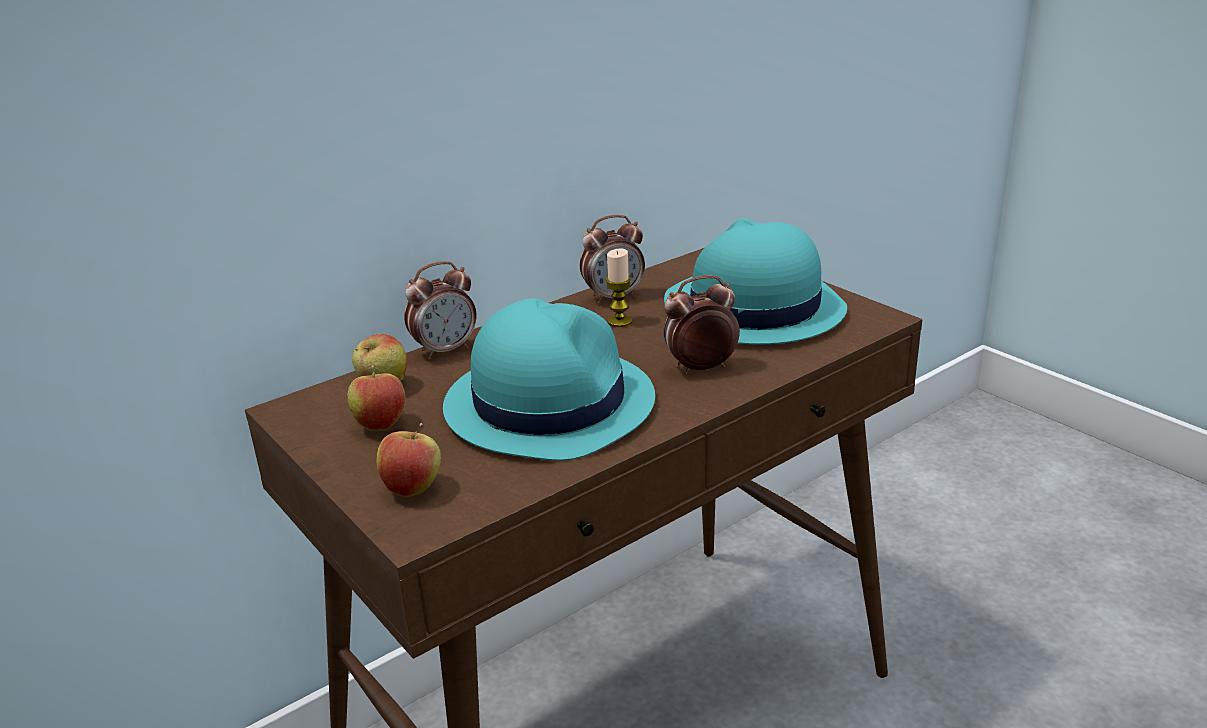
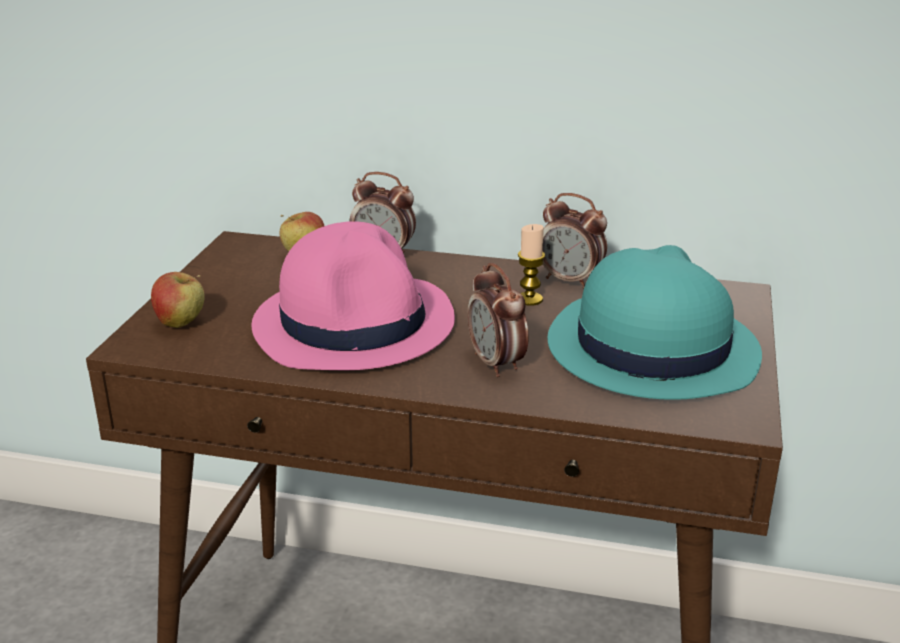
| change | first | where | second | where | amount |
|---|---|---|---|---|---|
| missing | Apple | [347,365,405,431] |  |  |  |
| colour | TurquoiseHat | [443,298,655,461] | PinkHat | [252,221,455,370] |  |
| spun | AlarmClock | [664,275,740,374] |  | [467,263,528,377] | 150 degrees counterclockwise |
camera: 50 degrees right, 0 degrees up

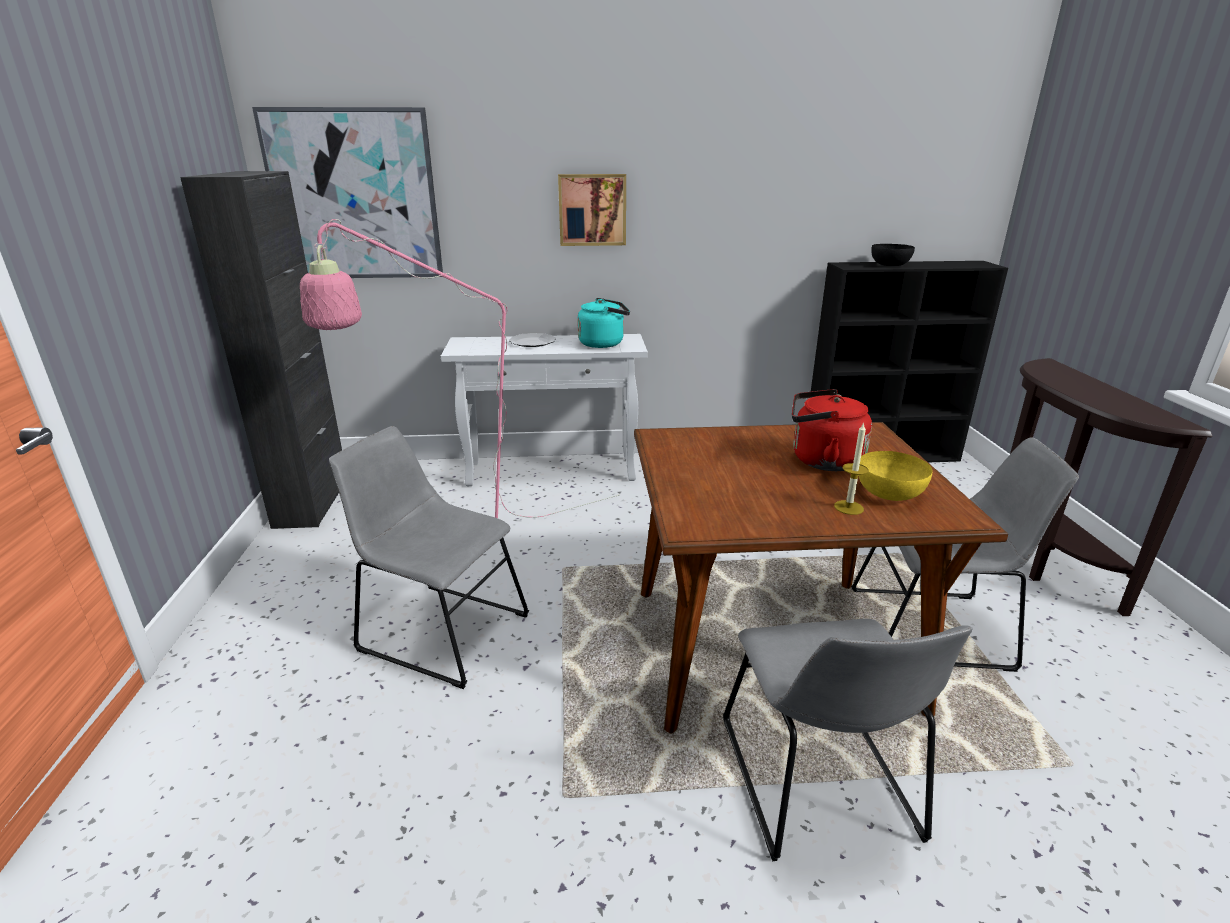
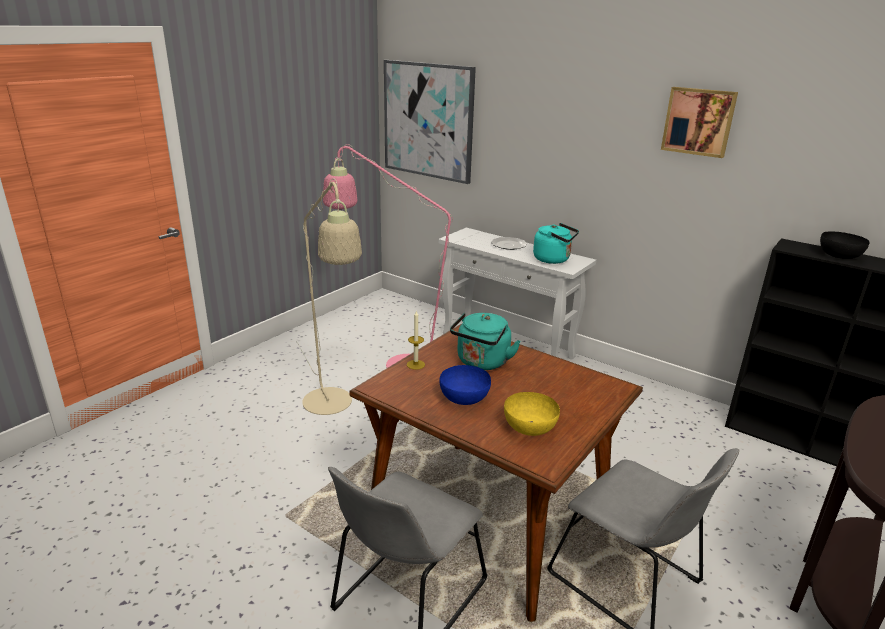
| change | first | where | second | where | amount |
|---|---|---|---|---|---|
| missing | BlackCabinet | [180,171,342,529] |  |  |  |
| exchanged | GreyChair | [329,426,529,689] | BeigeFloorLamp | [296,178,362,415] |  |
| relocated | Picture | [558,174,626,246] |  | [661,87,738,158] |  |
| missing | RedKettle | [792,389,872,471] |  |  |  |
| relocated | Candle | [834,422,869,515] |  | [407,311,425,370] |  |
| appeared |  |  | BlueBowl | [439,365,491,405] |  |
| appeared |  |  | TurquoiseKettle | [450,313,521,370] |  |
camera: 40 degrees right, 0 degrees up

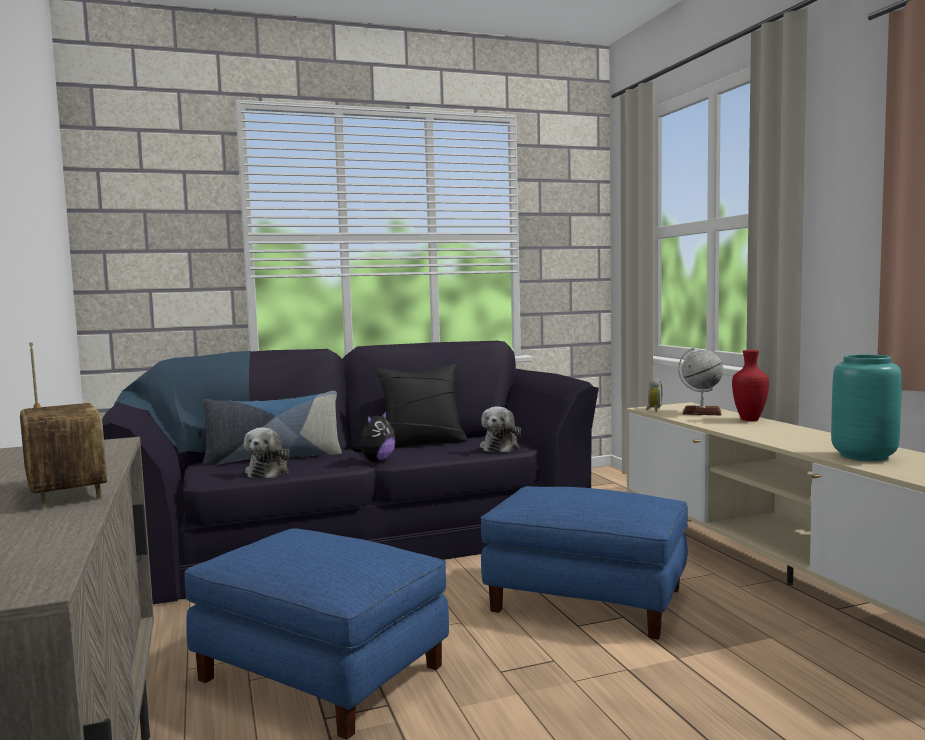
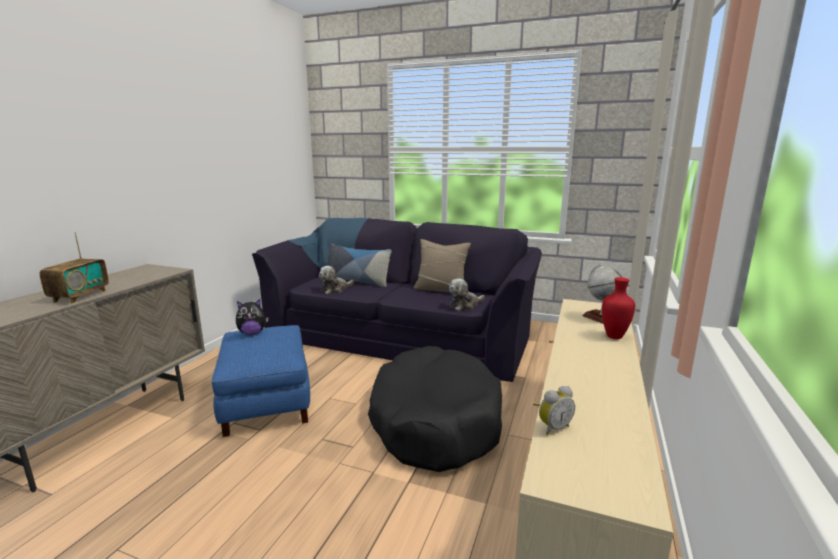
| change | first | where | second | where | amount |
|---|---|---|---|---|---|
| relocated | PlushToy | [351,410,396,462] |  | [236,299,269,335] |  |
| colour | BlackPillow | [376,364,468,448] | BeigePillow | [414,239,471,293] |  |
| exchanged | BlueOttoman | [481,486,688,639] | BlackDogBed | [368,346,502,472] |  |
| relocated | AlarmClock | [647,378,662,412] |  | [539,386,575,435] |  |
| missing | TurquoiseVase | [831,354,902,461] |  |  |  |
camera: 40 degrees right, 10 degrees up

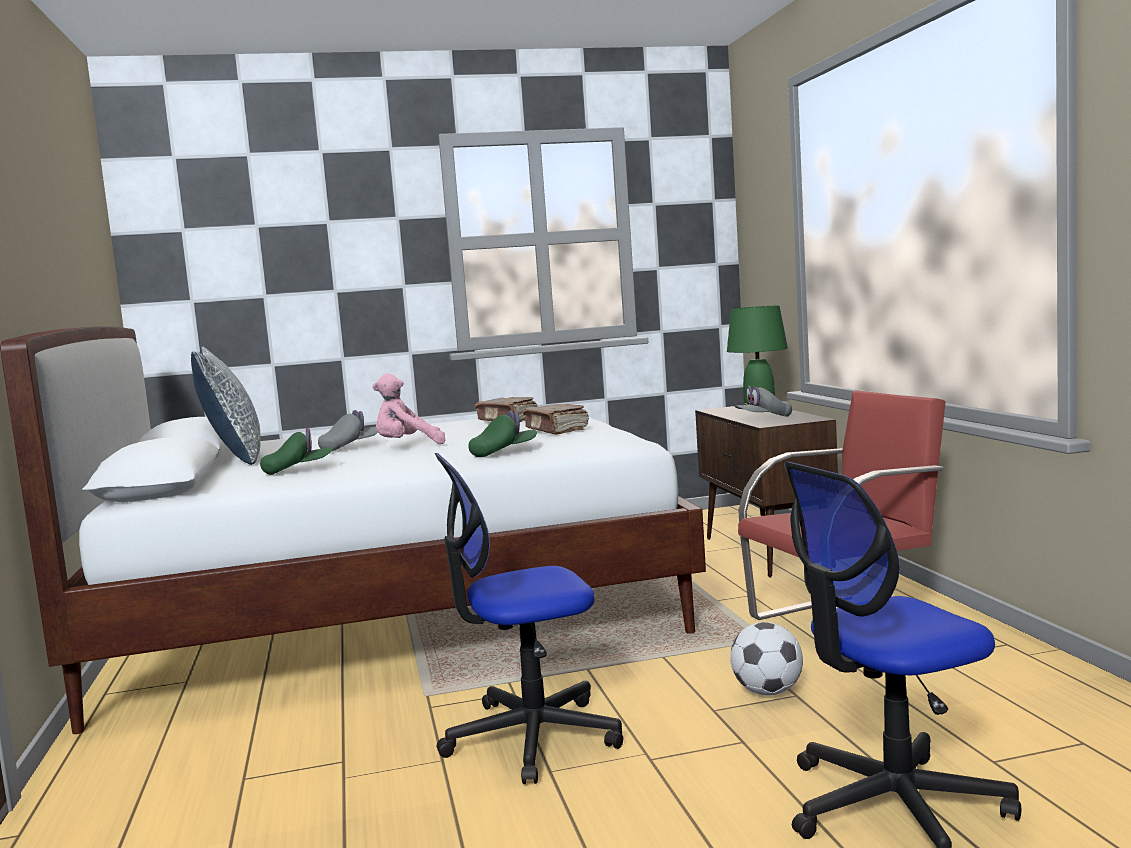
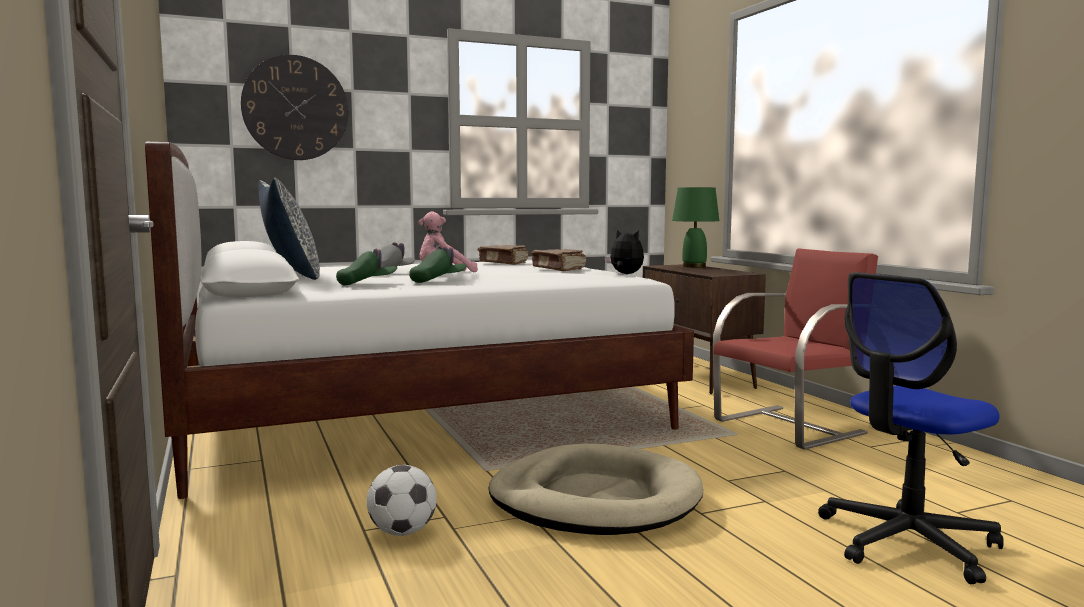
| change | first | where | second | where | amount |
|---|---|---|---|---|---|
| exchanged | OfficeChair | [435,453,623,784] | BeigeDogBed | [489,443,703,535] |  |
| relocated | GreenCap | [468,410,537,457] |  | [409,247,466,283] |  |
| relocated | Football | [730,622,803,696] |  | [367,465,437,536] |  |
| missing | GreyCap | [734,386,792,417] |  |  |  |
| appeared |  |  | WallClock | [241,55,348,160] |  |
| appeared |  |  | PlushToy | [604,229,644,274] |  |
camera: 10 degrees left, 0 degrees up

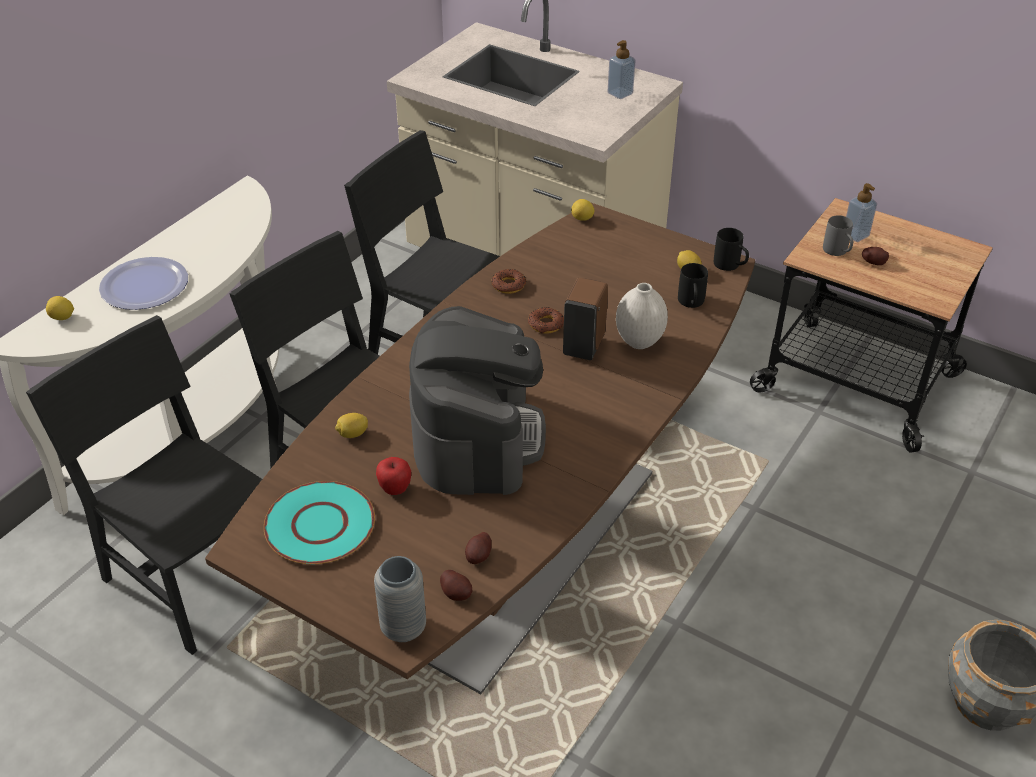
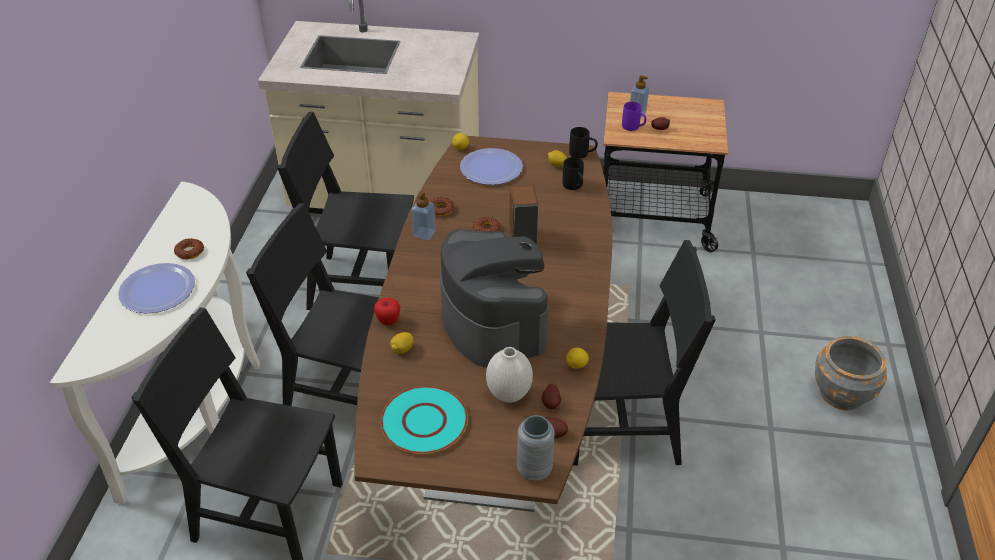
| change | first | where | second | where | amount |
|---|---|---|---|---|---|
| relocated | Lemon | [46,296,74,320] |  | [566,347,589,369] |  |
| relocated | Apple | [376,457,411,495] |  | [374,298,400,325] |  |
| relocated | SoapDispenser | [608,40,635,99] |  | [411,191,436,240] |  |
| relocated | WhiteVase | [616,283,668,349] |  | [486,347,533,403] |  |
| colour | GreyMug | [823,215,853,256] | PurpleMug | [622,102,646,131] |  |
| appeared |  |  | Donut | [174,238,204,260] |  |
| appeared |  |  | Plate | [460,148,523,185] |  |
| appeared |  |  | BlackChair | [573,240,716,466] |  |
camera: 25 degrees left, 0 degrees up

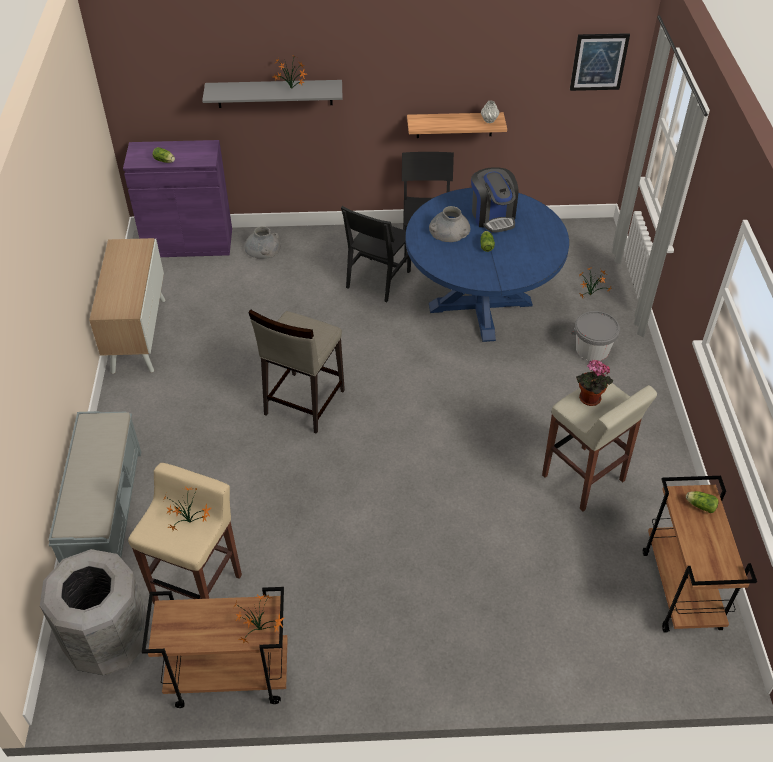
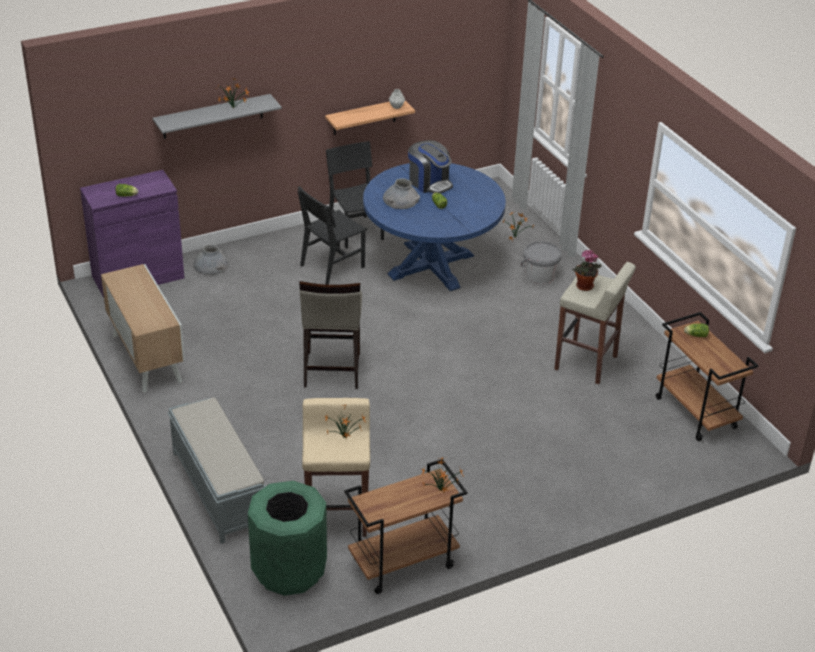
| change | first | where | second | where | amount |
|---|---|---|---|---|---|
| colour | GreyTrashCan | [40,549,149,675] | GreenTrashCan | [248,481,327,596] |  |
| spun | BlackChair | [341,206,411,302] |  | [298,186,367,285] | 45 degrees clockwise |
| missing | Picture | [570,33,630,91] |  |  |  |
camera: 25 degrees left, 10 degrees down

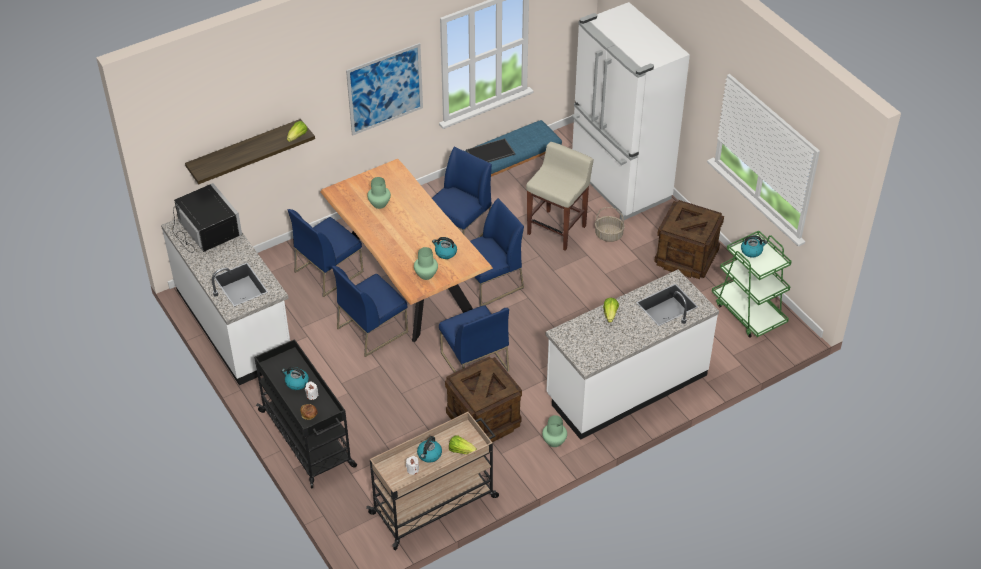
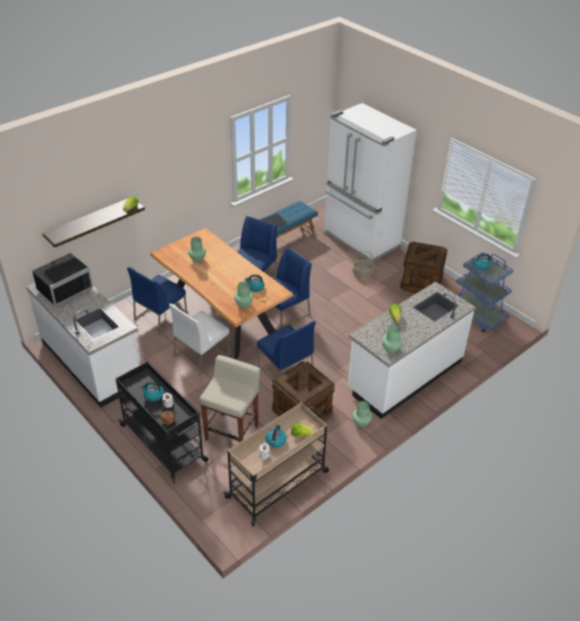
| change | first | where | second | where | amount |
|---|---|---|---|---|---|
| spun | BlackMicrowave | [173,183,242,253] |  | [32,253,93,306] | 90 degrees clockwise |
| colour | BlueChair | [332,266,408,357] | WhiteChair | [169,304,230,375] |  |
| missing | Picture | [346,43,423,136] |  |  |  |
| relocated | BeigeStool | [526,142,594,251] |  | [199,355,260,442] |  |
| colour | GreenCart | [712,231,792,338] | BlueCart | [456,252,513,332] |  |
| appeared |  |  | GreenVase | [382,325,403,353] |  |
camera: 10 degrees left, 5 degrees down

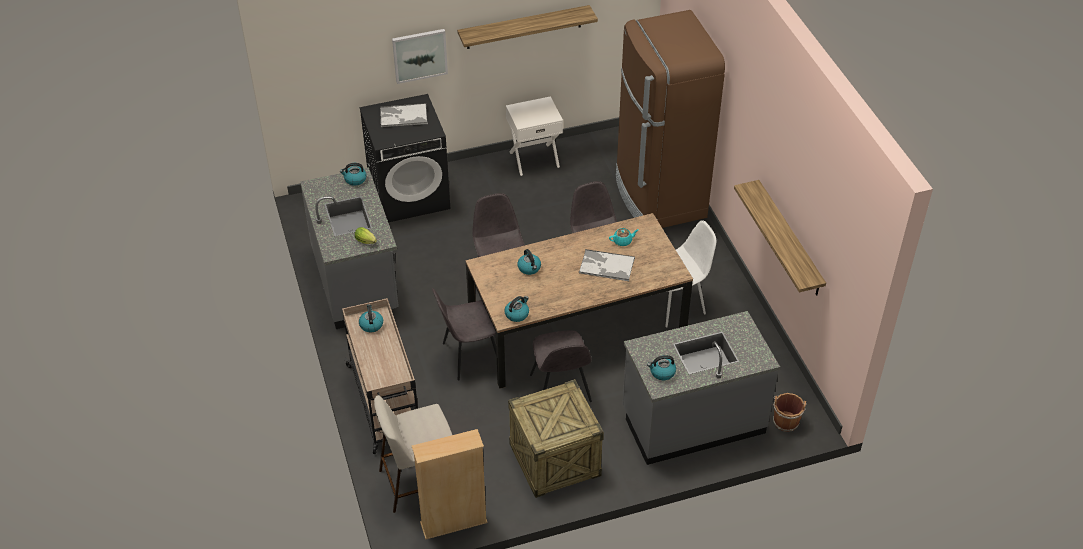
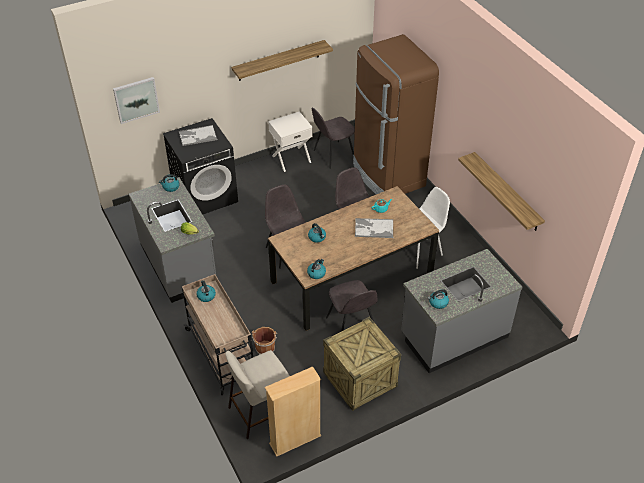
| change | first | where | second | where | amount |
|---|---|---|---|---|---|
| relocated | Picture | [392,29,448,84] |  | [113,77,160,124] |  |
| relocated | GreyChair | [432,288,497,380] |  | [312,108,355,169] |  |
| relocated | BrownBucket | [773,393,807,432] |  | [252,327,277,355] |  |
camera: 10 degrees left, 0 degrees up

